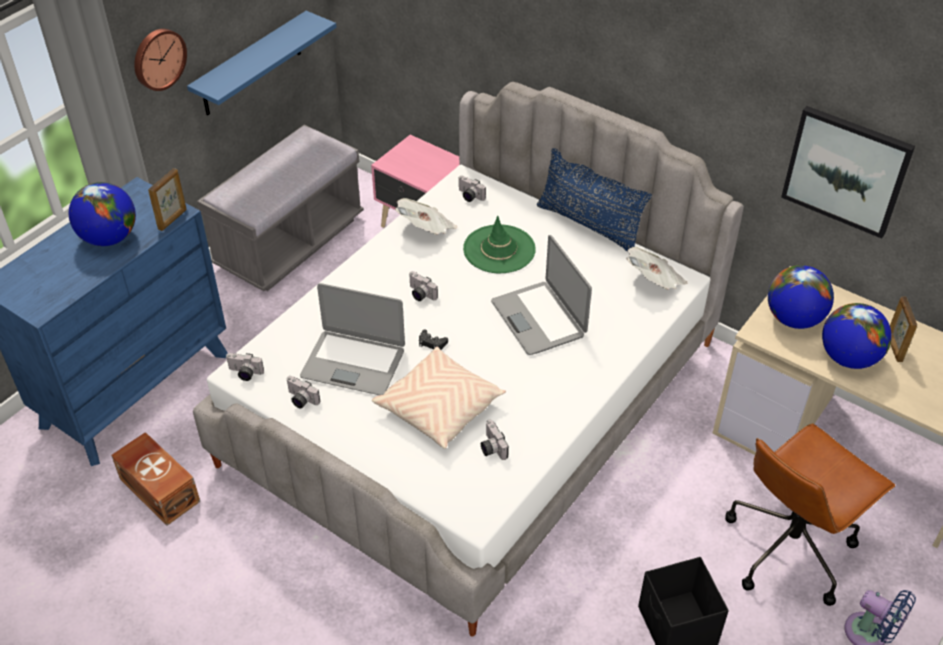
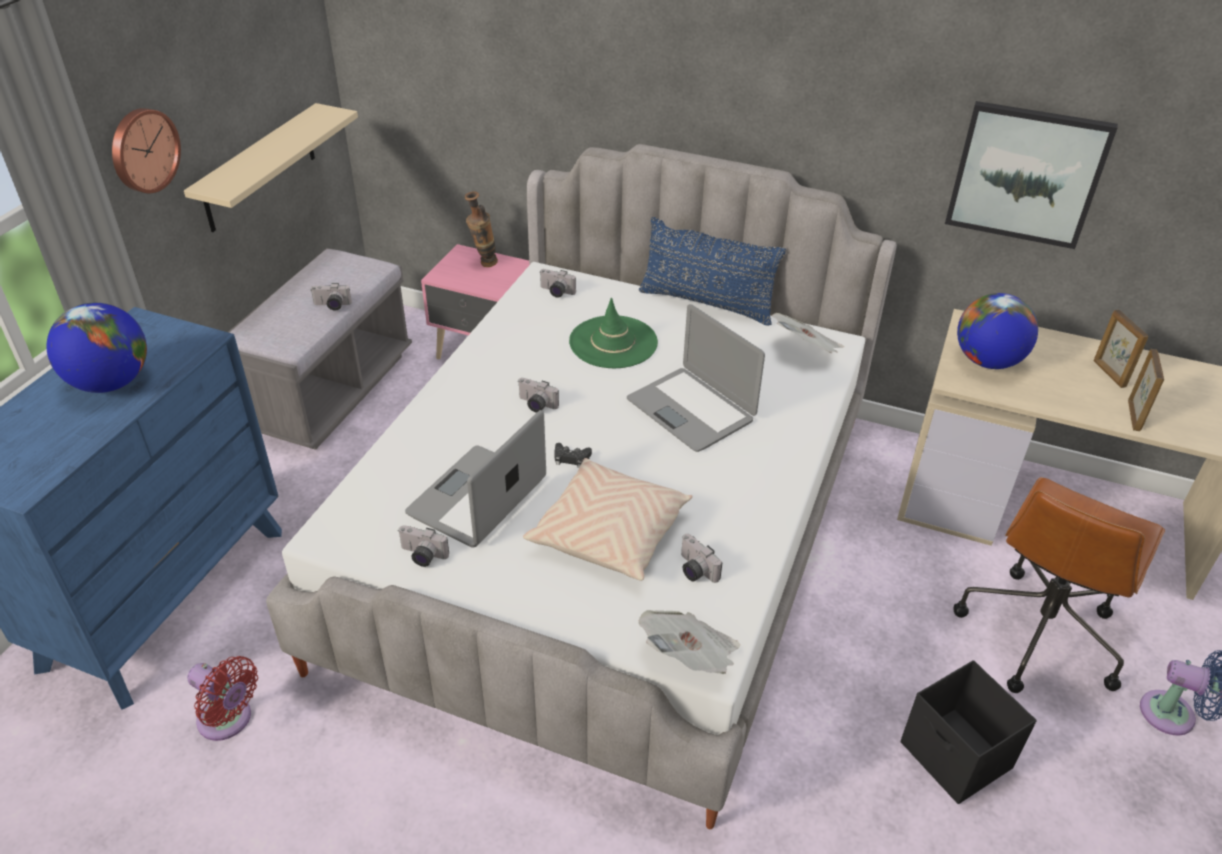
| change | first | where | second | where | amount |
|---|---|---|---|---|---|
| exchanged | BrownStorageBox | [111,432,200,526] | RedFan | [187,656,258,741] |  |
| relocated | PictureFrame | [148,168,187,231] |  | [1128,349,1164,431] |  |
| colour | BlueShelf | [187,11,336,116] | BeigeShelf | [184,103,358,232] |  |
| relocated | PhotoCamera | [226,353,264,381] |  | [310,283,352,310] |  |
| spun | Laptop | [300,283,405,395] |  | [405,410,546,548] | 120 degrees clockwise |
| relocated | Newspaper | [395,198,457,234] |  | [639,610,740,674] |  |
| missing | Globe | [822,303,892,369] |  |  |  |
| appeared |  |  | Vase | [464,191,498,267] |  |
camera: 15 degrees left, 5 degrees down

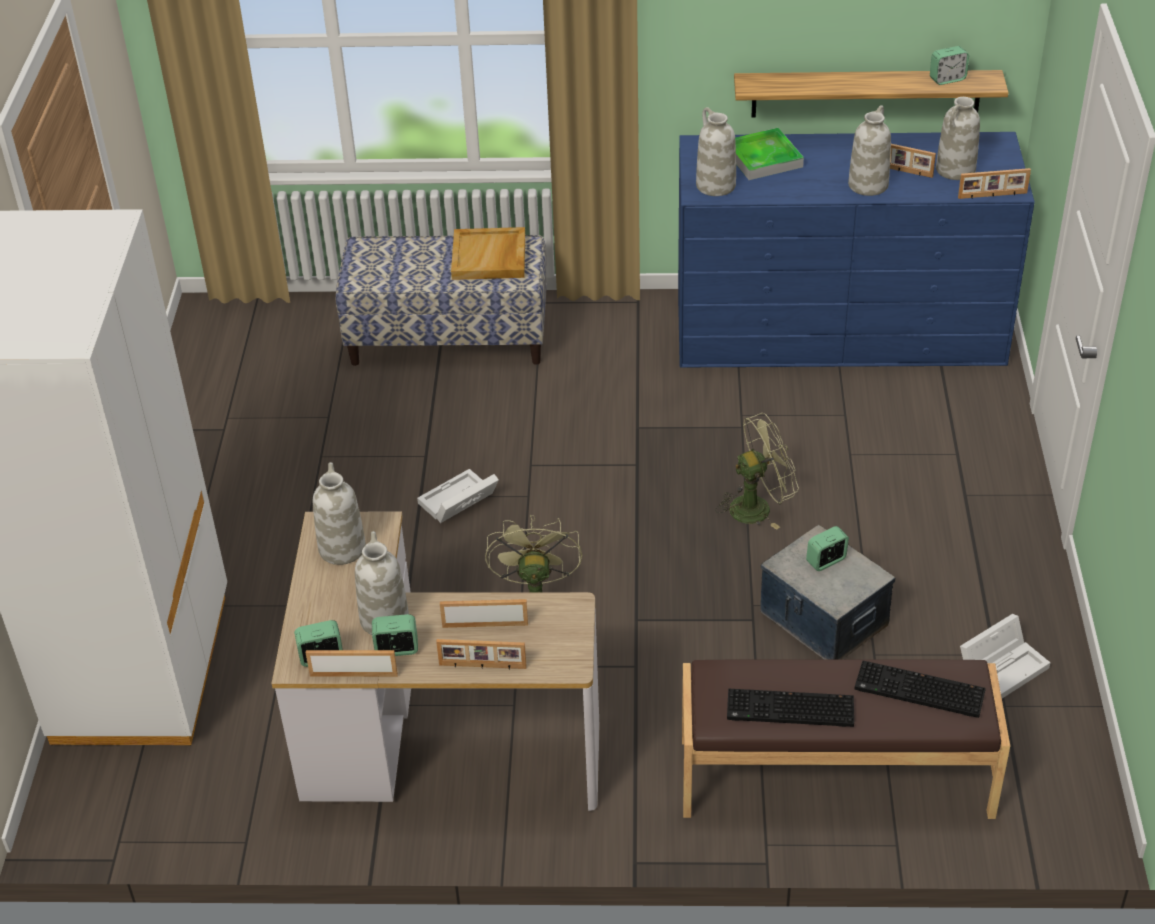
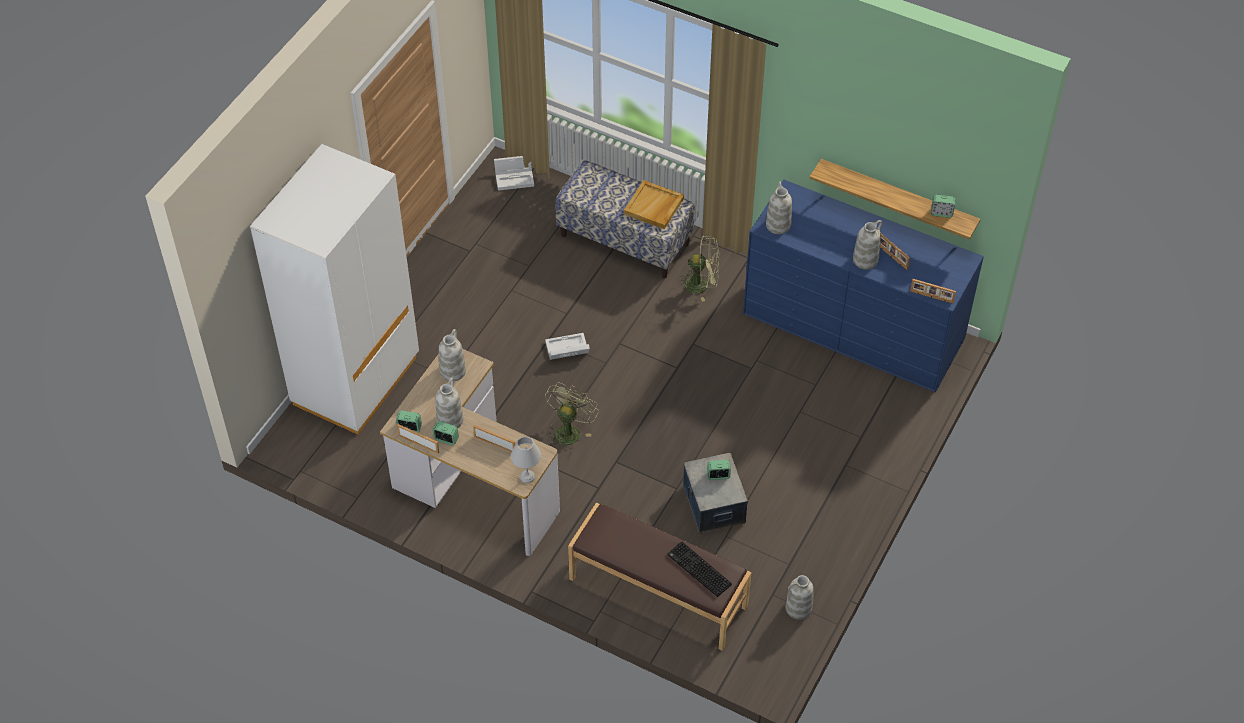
| change | first | where | second | where | amount |
|---|---|---|---|---|---|
| missing | PictureFrame | [436,639,527,670] |  |  |  |
| relocated | GreenFan | [715,413,799,530] |  | [678,235,720,302] |  |
| missing | Keyboard | [727,689,854,727] |  |  |  |
| missing | Tray | [735,128,804,180] |  |  |  |
| relocated | WhiteVase | [936,97,980,180] |  | [785,575,814,619] |  |
| relocated | WhiteStorageBox | [960,614,1050,698] |  | [494,156,534,191] |  |
| appeared |  |  | WhiteTableLamp | [511,437,541,483] |  |
camera: 25 degrees right, 10 degrees up

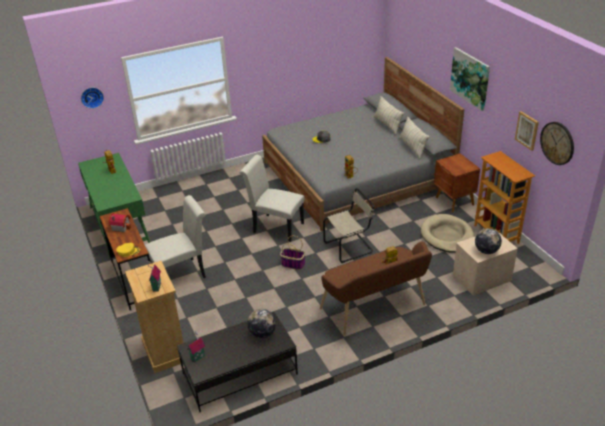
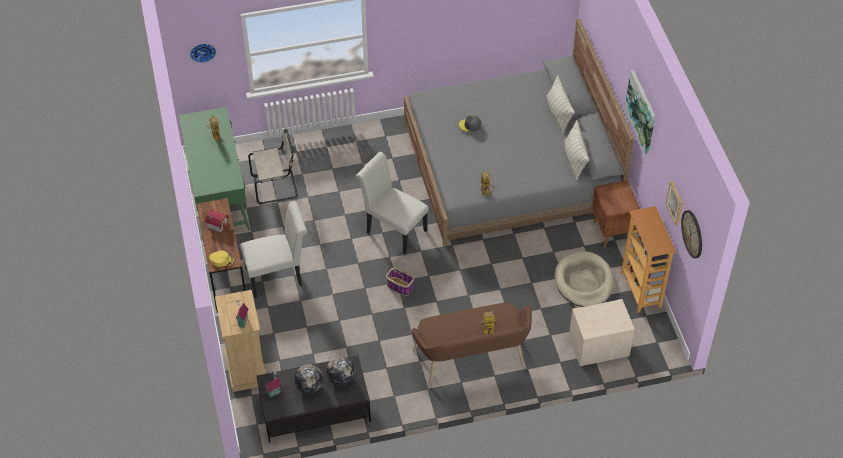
| change | first | where | second | where | amount |
|---|---|---|---|---|---|
| relocated | BeigeChair | [323,188,374,263] |  | [248,129,298,205] |  |
| relocated | Globe | [475,228,502,254] |  | [294,365,323,394] |  |
camera: 10 degrees right, 15 degrees up

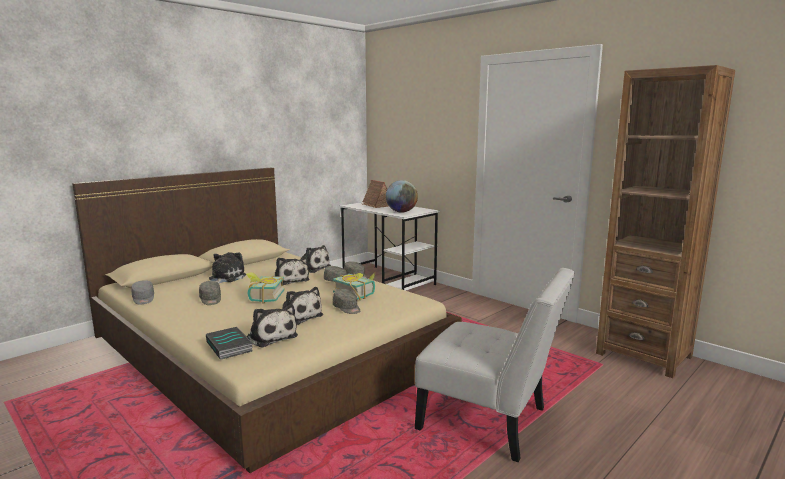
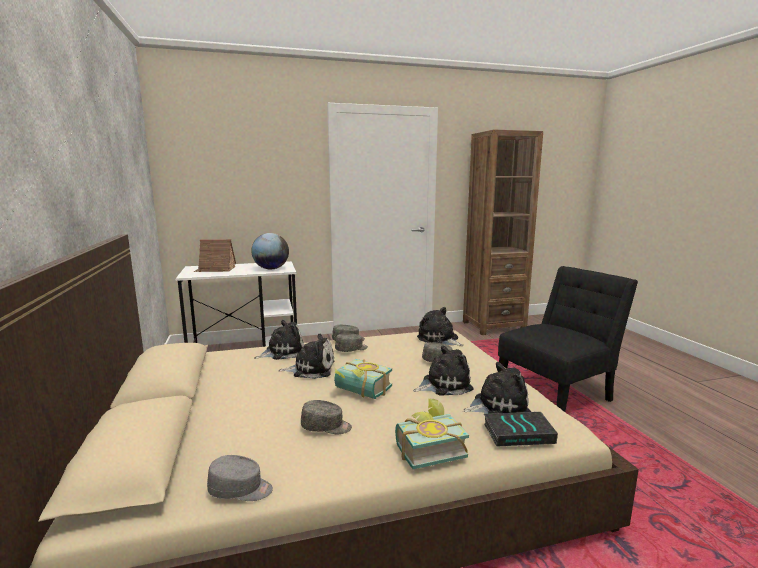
| change | first | where | second | where | amount |
|---|---|---|---|---|---|
| relocated | PlushToy | [209,252,246,283] |  | [417,307,464,346] |  |
| relocated | Book | [333,271,376,301] |  | [395,399,469,469] |  |
| colour | WhiteChair | [415,268,575,462] | BlackChair | [498,266,638,412] |  |
camera: 60 degrees left, 0 degrees up

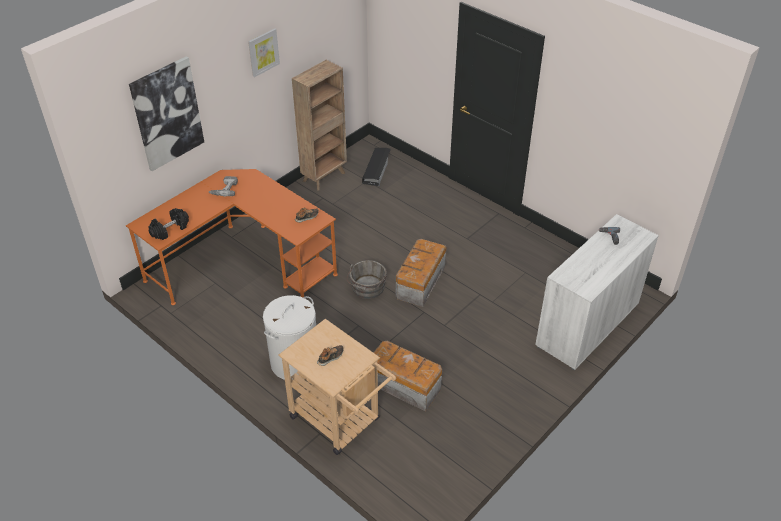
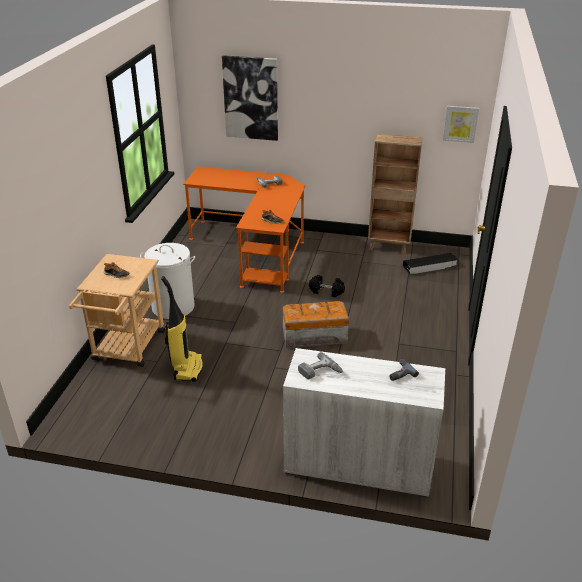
| change | first | where | second | where | amount |
|---|---|---|---|---|---|
| relocated | BlackDumbbell | [148,208,189,240] |  | [309,275,345,297] |  |
| relocated | Picture | [248,28,280,77] |  | [443,106,479,143] |  |
| missing | GreyBucket | [347,260,387,299] |  |  |  |
| exchanged | StorageBox | [374,341,442,412] | VacuumCleaner | [161,276,203,382] |  |
| appeared |  |  | PowerDrill | [298,352,343,380] |  |
camera: 60 degrees right, 10 degrees down

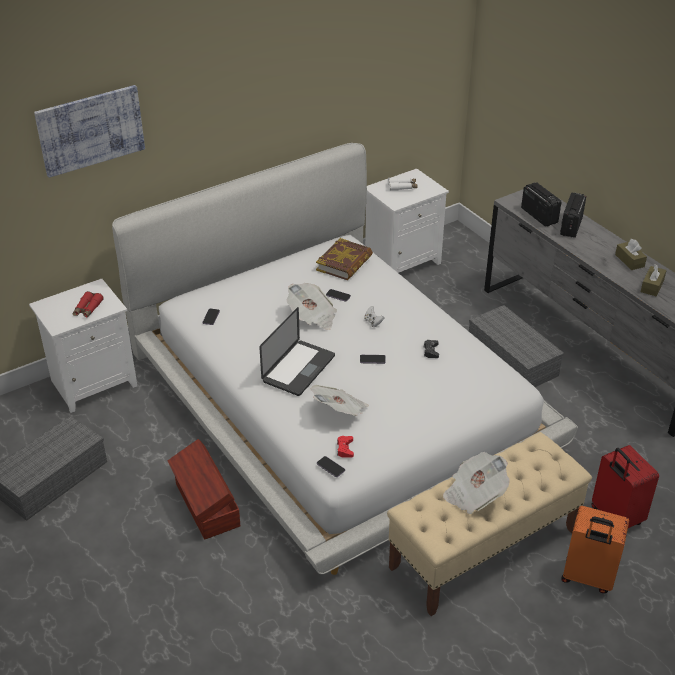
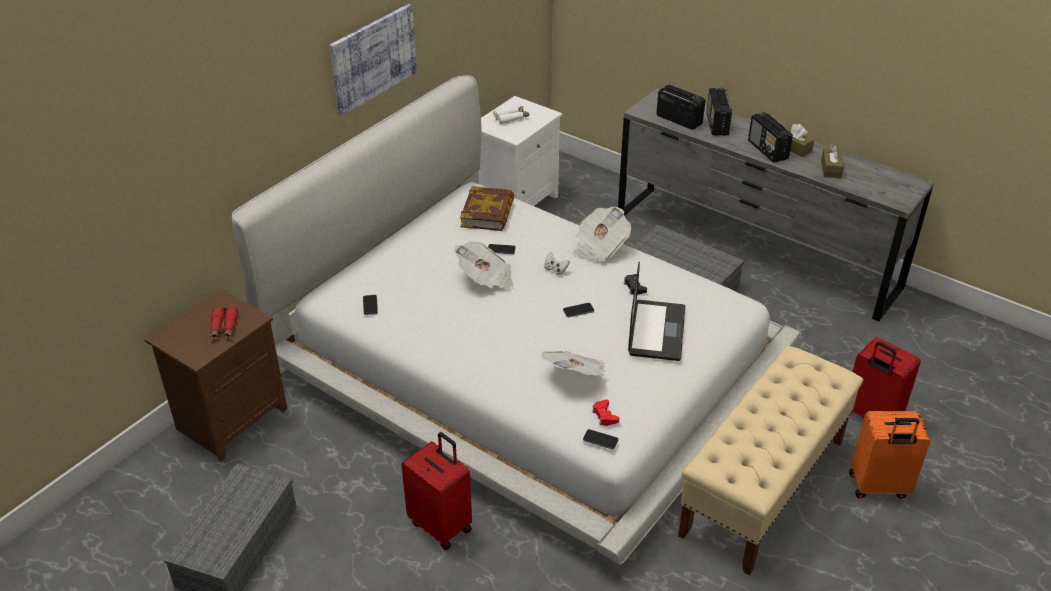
| change | first | where | second | where | amount |
|---|---|---|---|---|---|
| colour | WhiteNightstand | [29,279,137,413] | BrownNightstand | [144,289,287,461] |  |
| relocated | Picture | [34,85,145,178] |  | [330,4,417,116] |  |
| exchanged | BrownStorageBox | [168,439,240,540] | RedSuitcase | [401,432,472,550] |  |
| relocated | Laptop | [260,307,335,396] |  | [628,261,685,361] |  |
| relocated | Newspaper | [443,452,510,515] |  | [573,207,631,262] |  |
| appeared |  |  | Radio | [748,112,793,163] |  |
camera: 20 degrees left, 0 degrees up

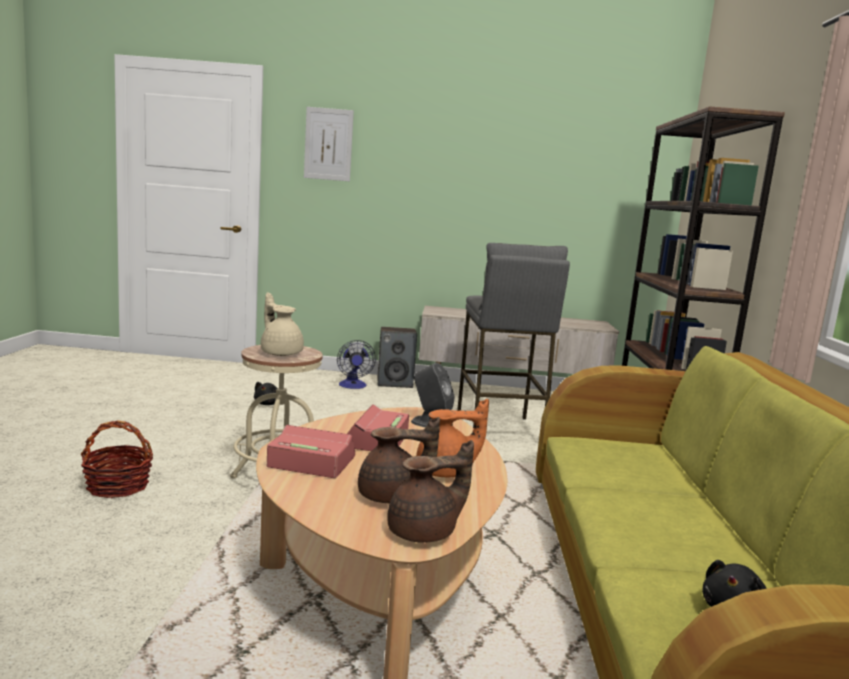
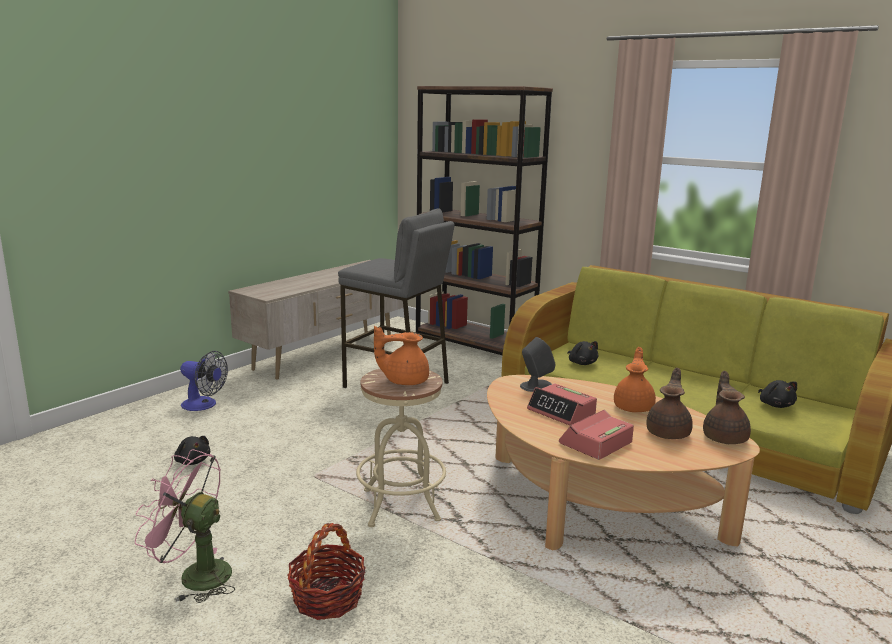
| change | first | where | second | where | amount |
|---|---|---|---|---|---|
| colour | BeigeTeapot | [261,292,304,356] | OrangeTeapot | [374,326,429,385] |  |
| missing | Picture | [304,107,354,182] |  |  |  |
| missing | Speaker | [377,327,417,388] |  |  |  |
| appeared |  |  | PinkFan | [135,449,235,603] |  |
| appeared |  |  | BlackPlushToy | [567,341,599,365] |  |
camera: 55 degrees left, 5 degrees up

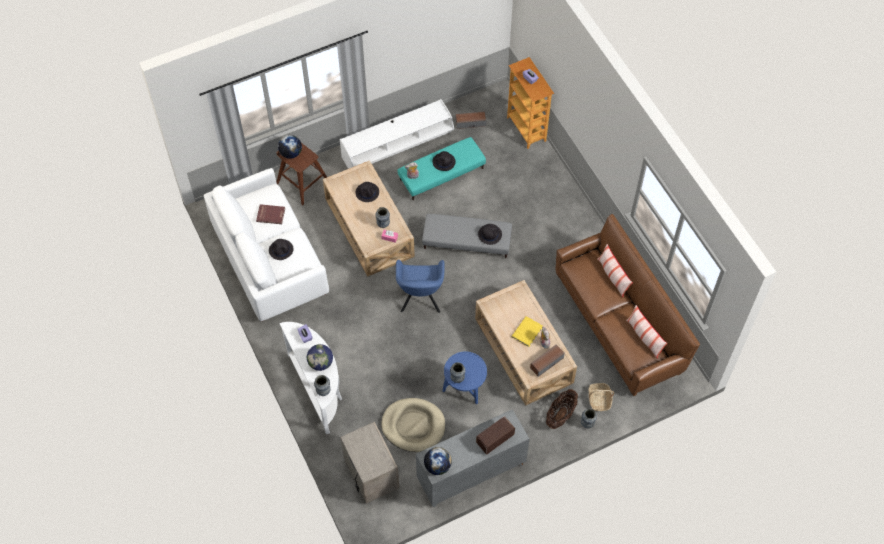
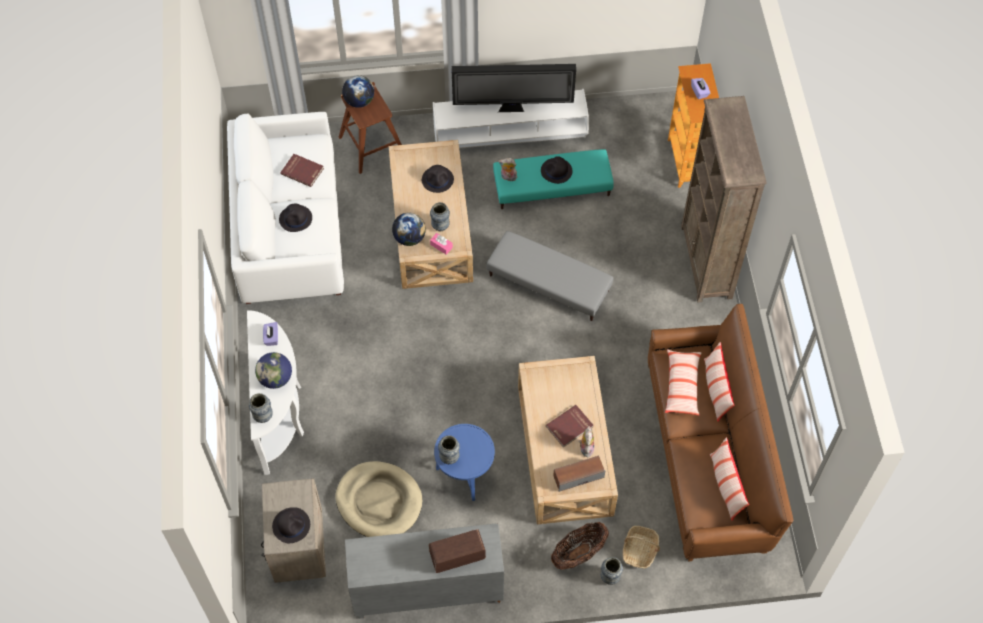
| change | first | where | second | where | amount |
|---|---|---|---|---|---|
| missing | BlueArmchair | [396,260,445,313] |  |  |  |
| relocated | Globe | [424,447,452,475] |  | [392,213,426,246] |  |
| missing | Speaker | [456,111,486,129] |  |  |  |
| relocated | BlackHat | [478,224,502,245] |  | [272,507,310,543] |  |
| colour | YellowBook | [511,316,543,347] | RedBook | [546,405,593,448] |  |
| appeared |  |  | Television | [451,64,576,112] |  |
| appeared |  |  | Pillow | [665,349,702,416] |  |
| appeared |  |  | BrownBookcase | [681,96,766,303] |  |
camera: 20 degrees right, 0 degrees up

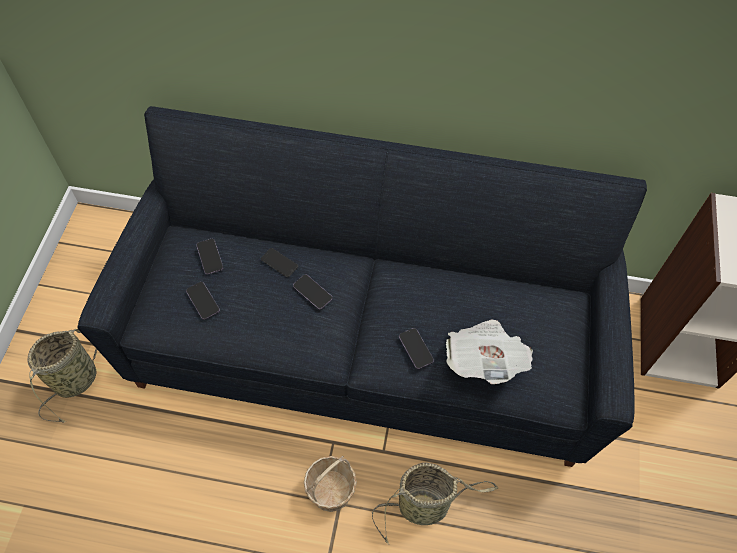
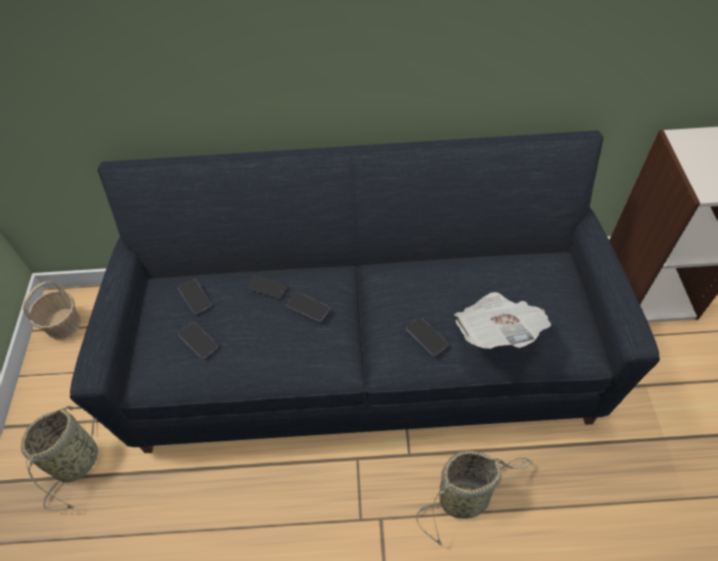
| change | first | where | second | where | amount |
|---|---|---|---|---|---|
| relocated | Basket | [304,456,357,512] |  | [23,281,81,339] |  |
camera: 10 degrees left, 5 degrees down

